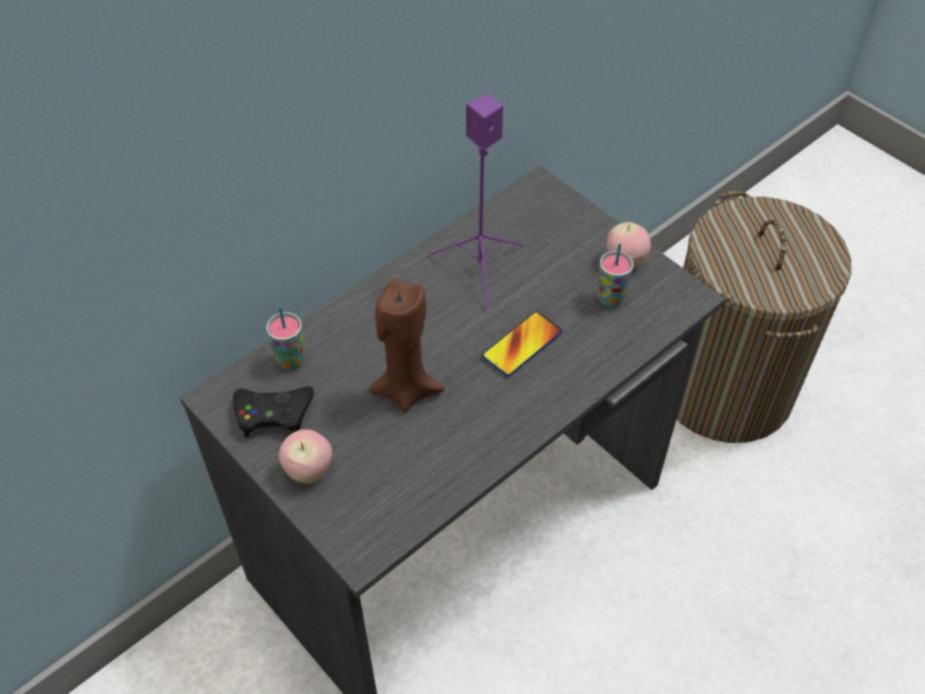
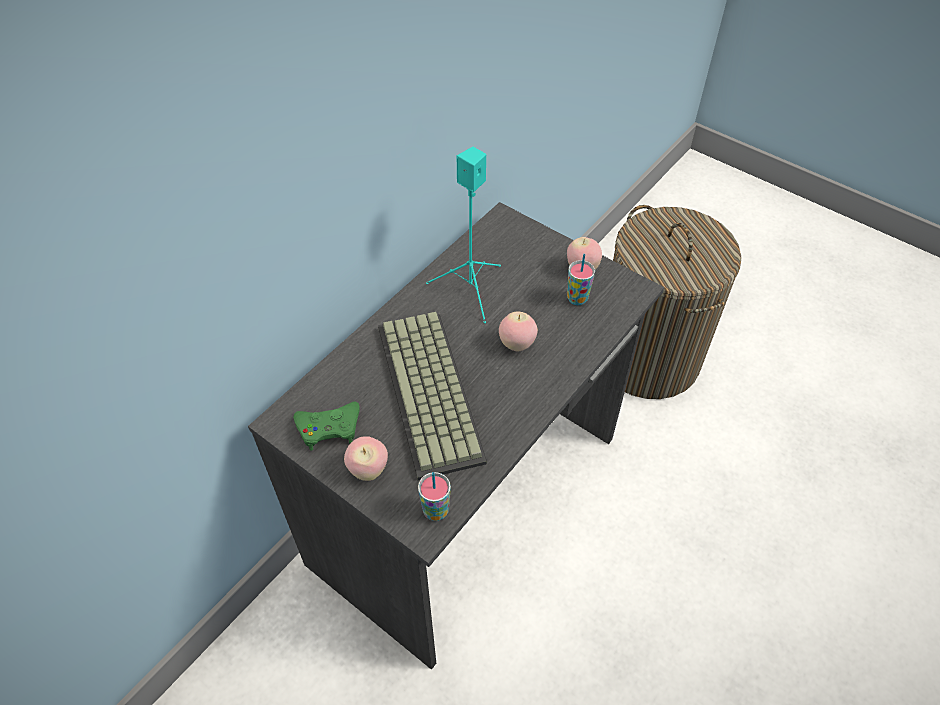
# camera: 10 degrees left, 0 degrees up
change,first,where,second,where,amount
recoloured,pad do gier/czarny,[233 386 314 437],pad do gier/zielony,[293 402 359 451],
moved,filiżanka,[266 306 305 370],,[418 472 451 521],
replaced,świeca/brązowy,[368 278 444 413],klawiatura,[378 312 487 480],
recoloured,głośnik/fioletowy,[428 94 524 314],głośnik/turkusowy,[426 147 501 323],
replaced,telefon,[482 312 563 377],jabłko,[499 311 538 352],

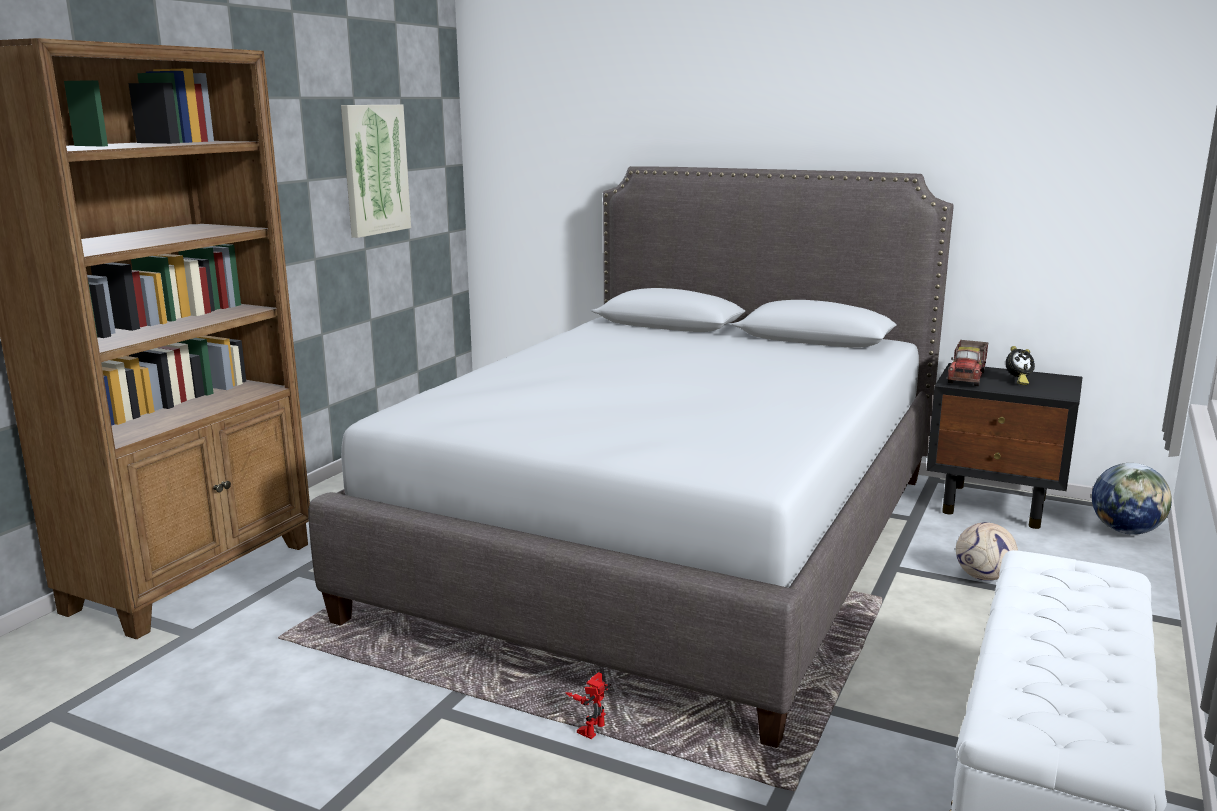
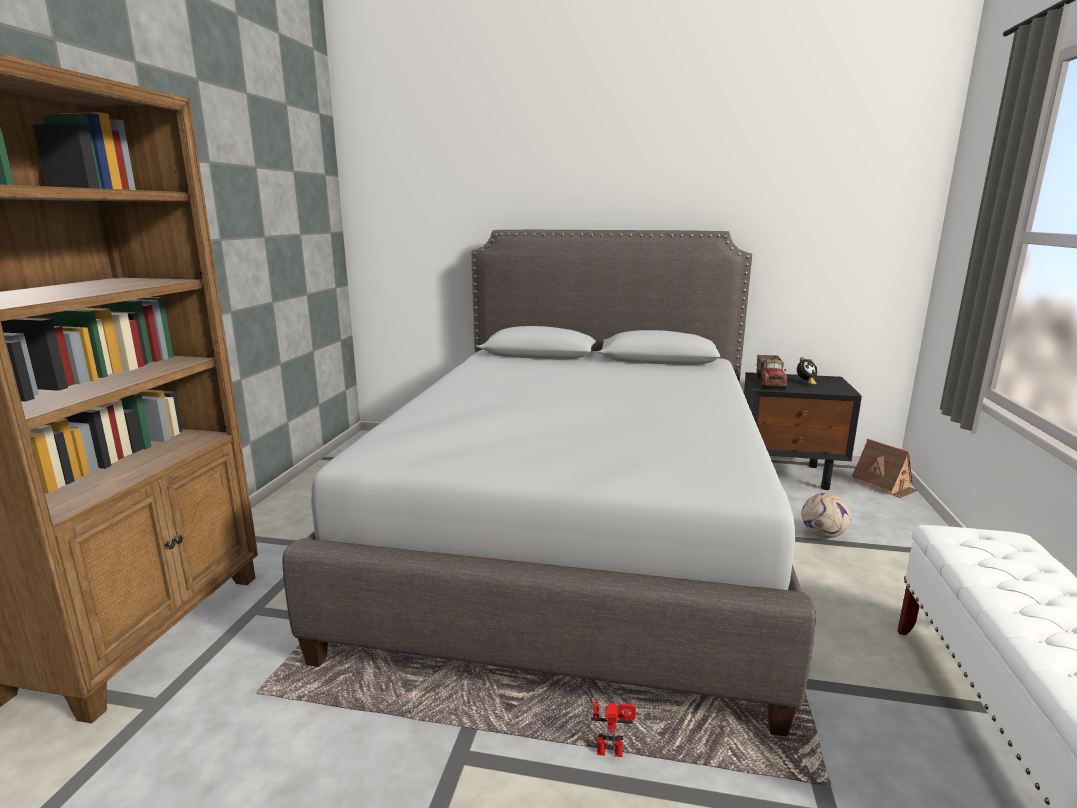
# camera: 15 degrees left, 0 degrees up
change,first,where,second,where,amount
removed,obraz,[341 105 411 238],,,
turned,robot zabawkowy,[565 672 611 739],,[591 699 636 757],75 degrees clockwise
replaced,globus,[1092 463 1172 535],domek,[852 439 918 498],

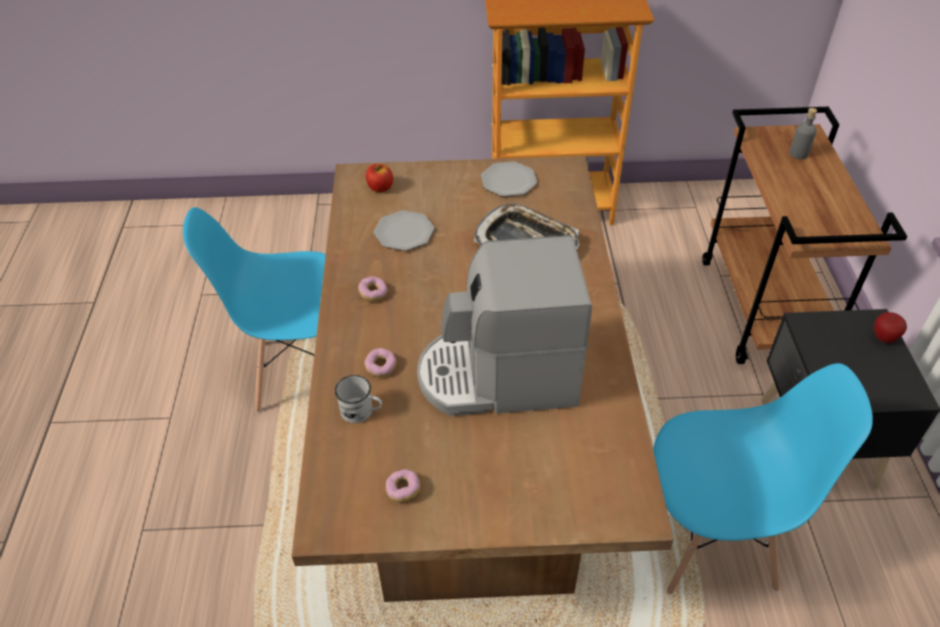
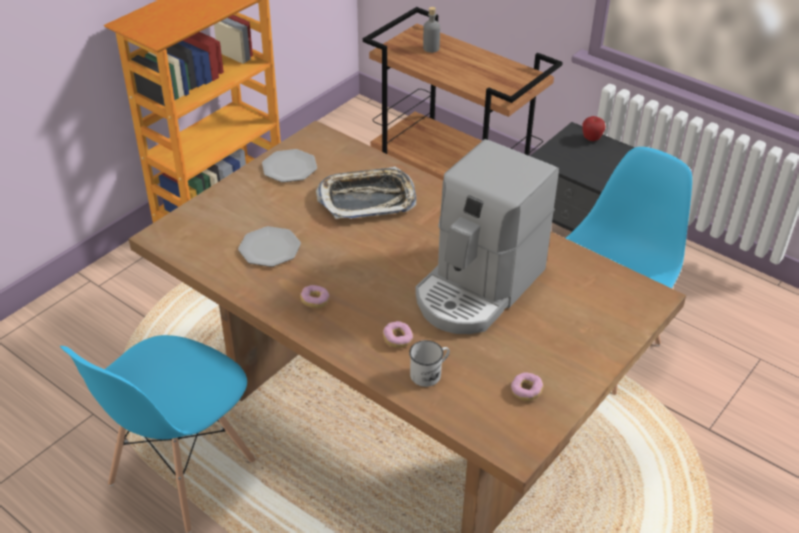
# camera: 50 degrees left, 5 degrees down
change,first,where,second,where,amount
removed,jabłko,[366 164 393 192],,,

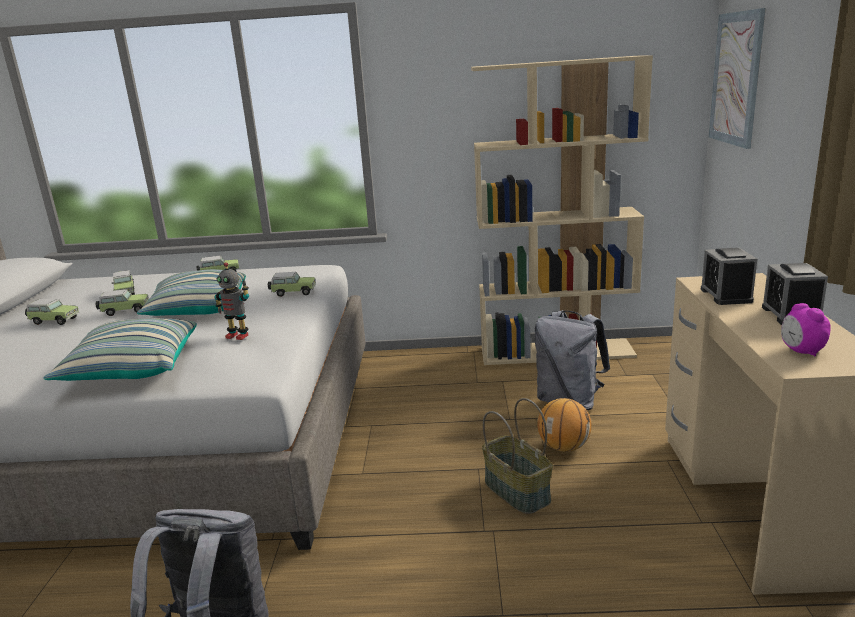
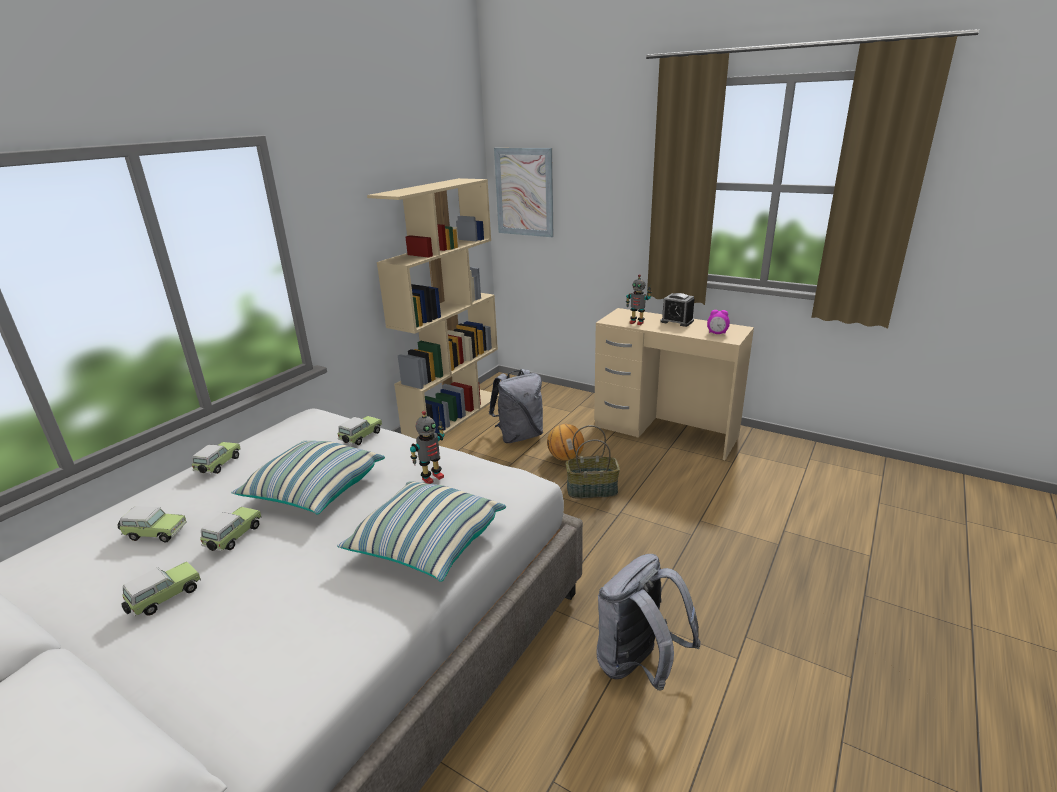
# camera: 60 degrees left, 5 degrees up
change,first,where,second,where,amount
replaced,budzik,[701 248 757 305],robot zabawkowy,[626 274 651 325],

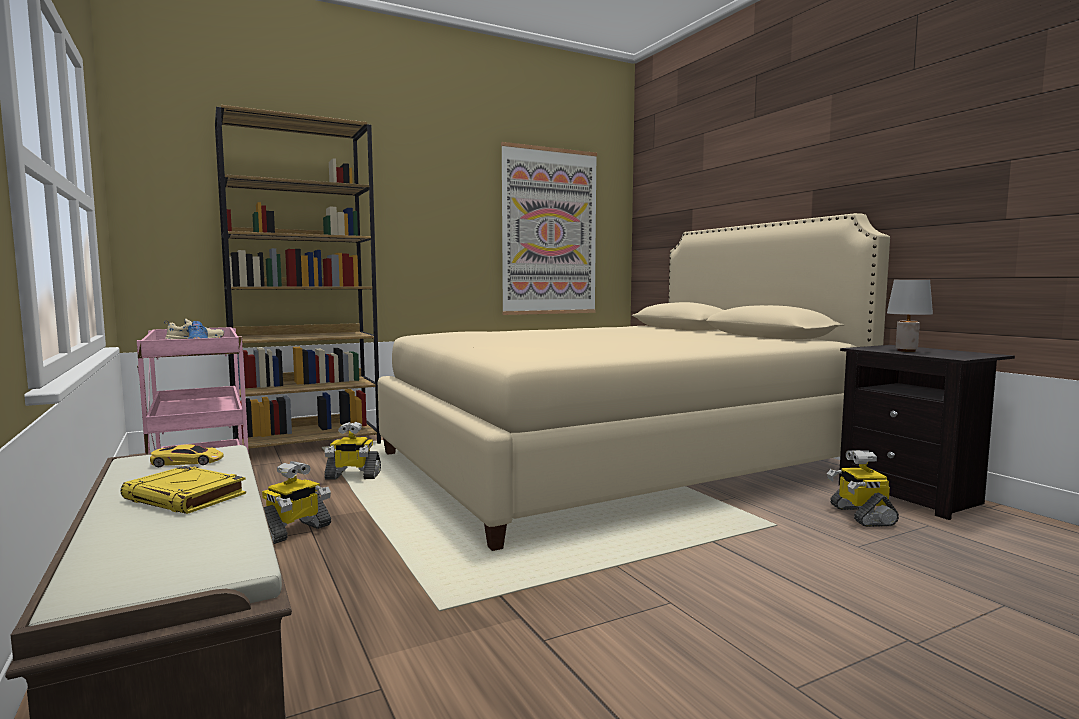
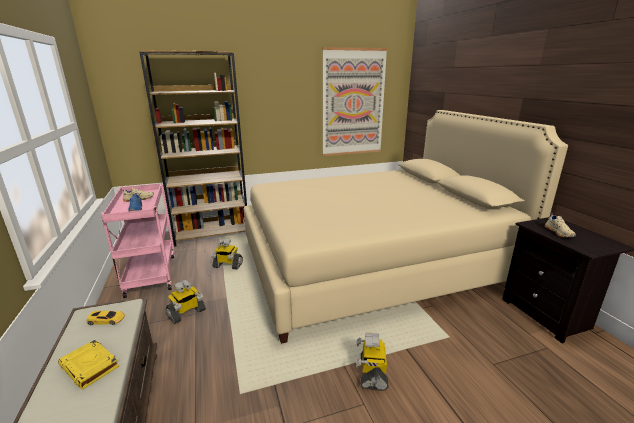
# camera: 10 degrees right, 15 degrees up
change,first,where,second,where,amount
moved,robot zabawkowy,[827 450 899 527],,[356 332 389 391],
replaced,lampa stołowa/szary,[887 280 933 352],but/beżowy,[545 213 576 237],

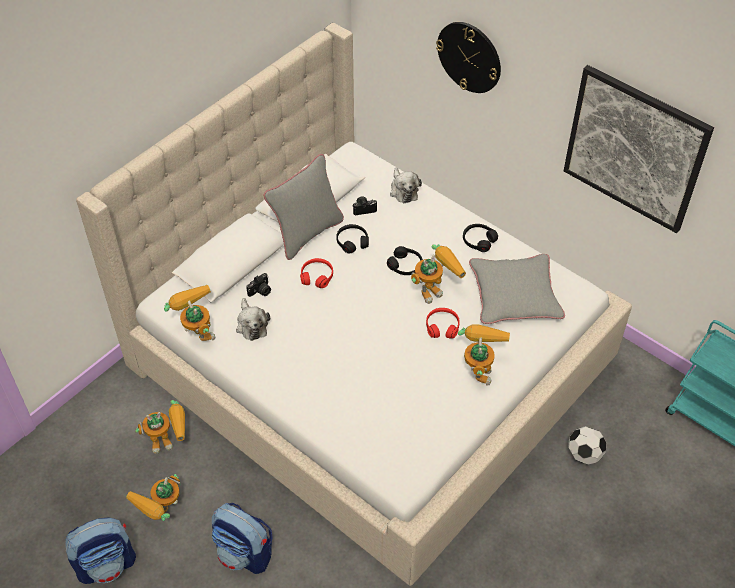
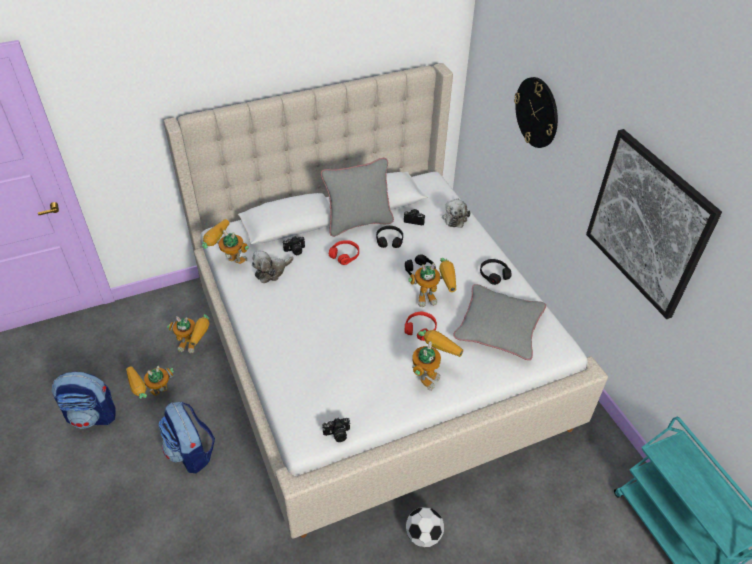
# camera: 25 degrees right, 5 degrees down
change,first,where,second,where,amount
turned,robot zabawkowy,[164 285 215 341],,[202 219 249 264],60 degrees counterclockwise
turned,pluszak,[236 298 270 341],,[252 250 294 283],45 degrees clockwise
moved,piłka futbolowa,[568 426 607 464],,[406 507 444 547],
added,,,aparat fotograficzny,[322 418 351 442],

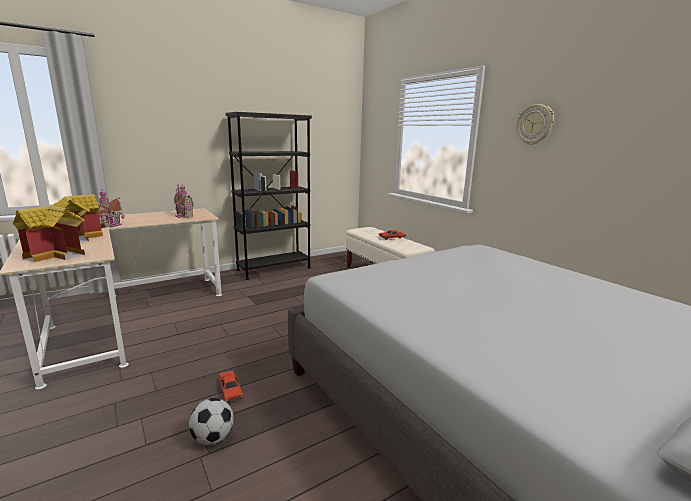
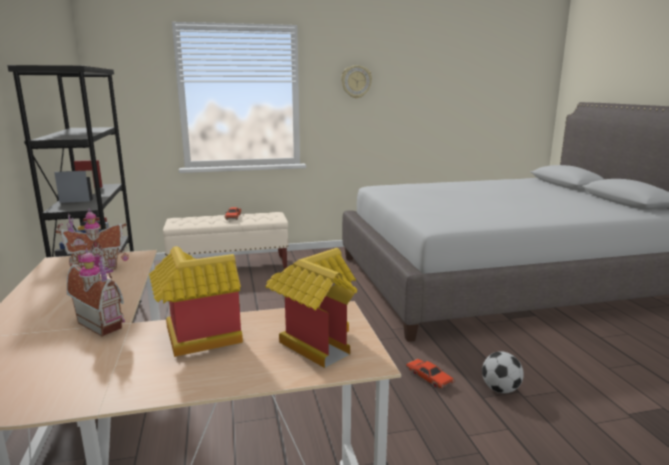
# camera: 70 degrees left, 0 degrees up
change,first,where,second,where,amount
turned,samochodzik/czerwony,[218 371 244 402],,[406 359 455 389],60 degrees clockwise

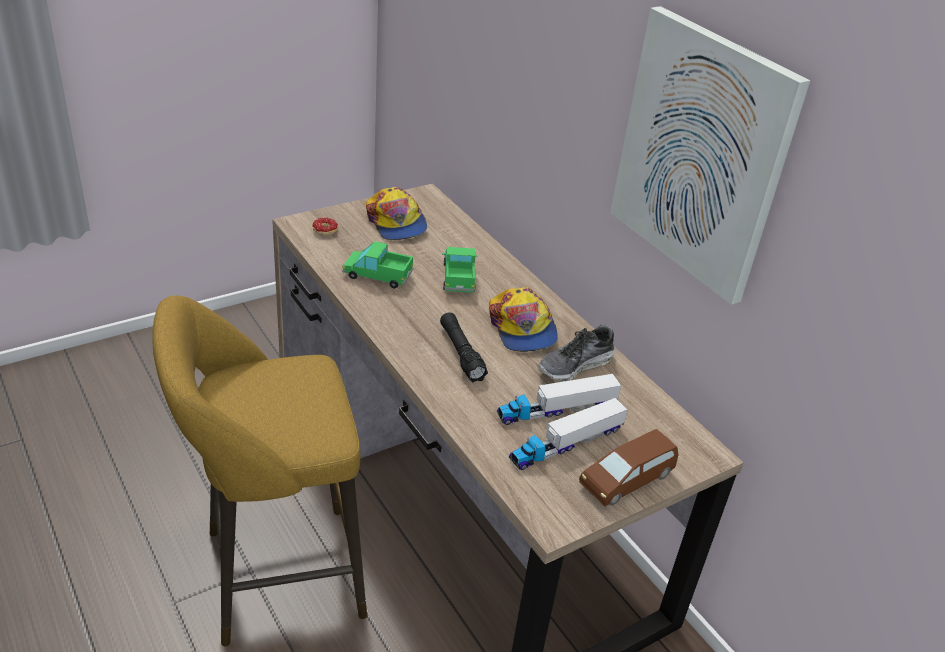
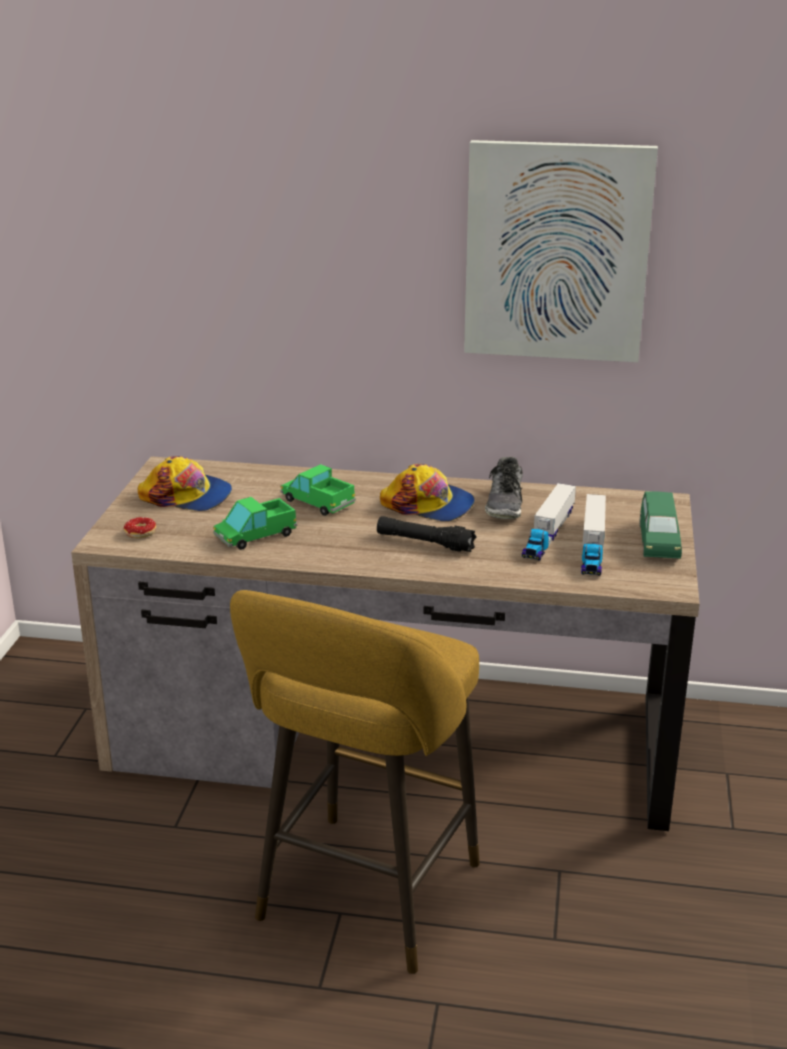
# camera: 45 degrees left, 10 degrees down
change,first,where,second,where,amount
recoloured,samochodzik/brązowy,[579 429 679 507],samochodzik/zielony,[639 491 682 559],

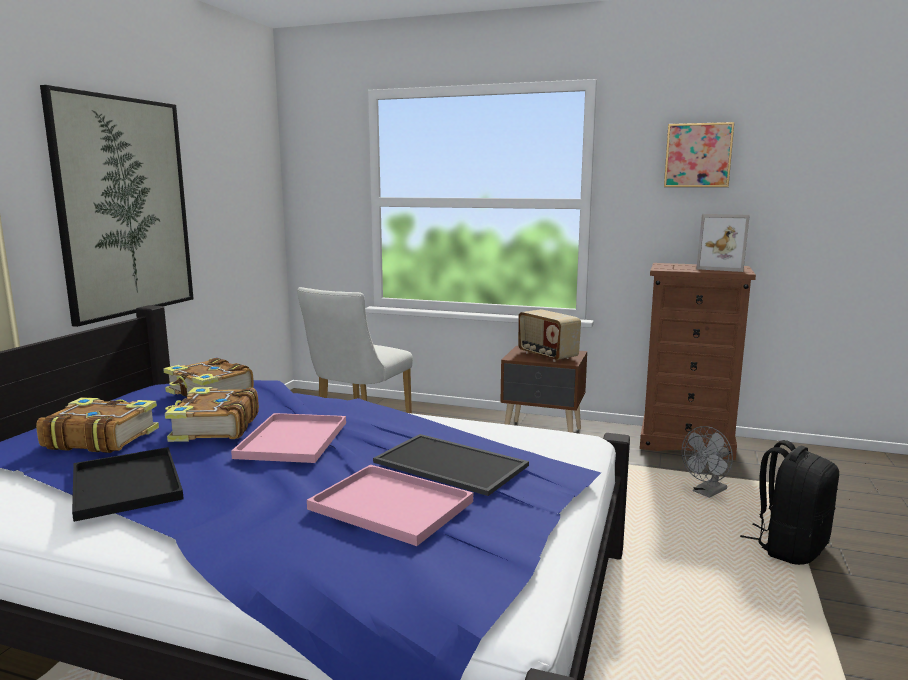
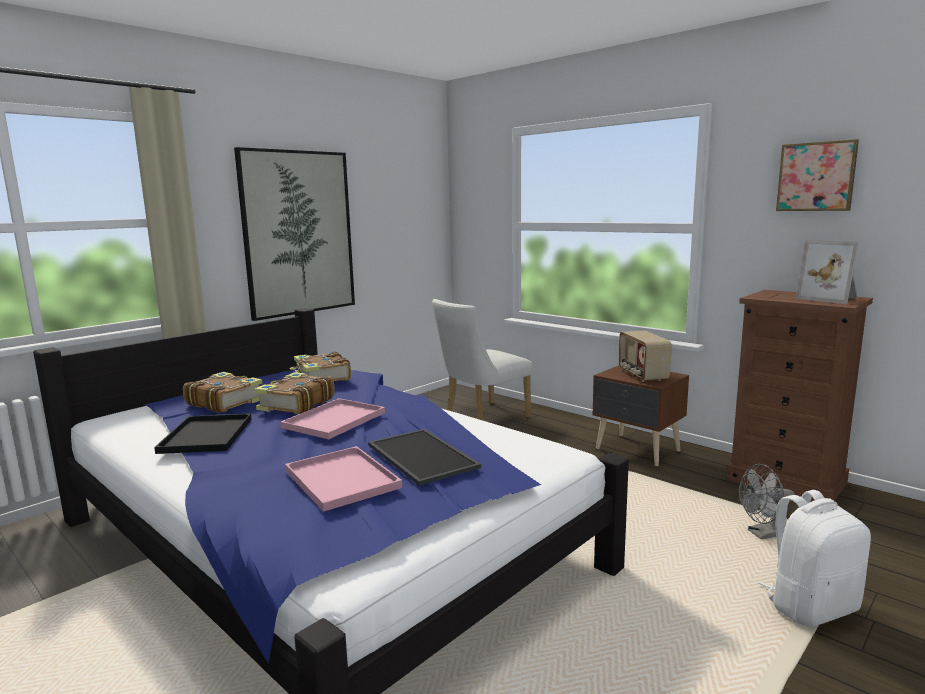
# camera: 25 degrees right, 0 degrees up
change,first,where,second,where,amount
recoloured,plecak/czarny,[740 440 839 565],plecak/biały,[759 490 871 626],

